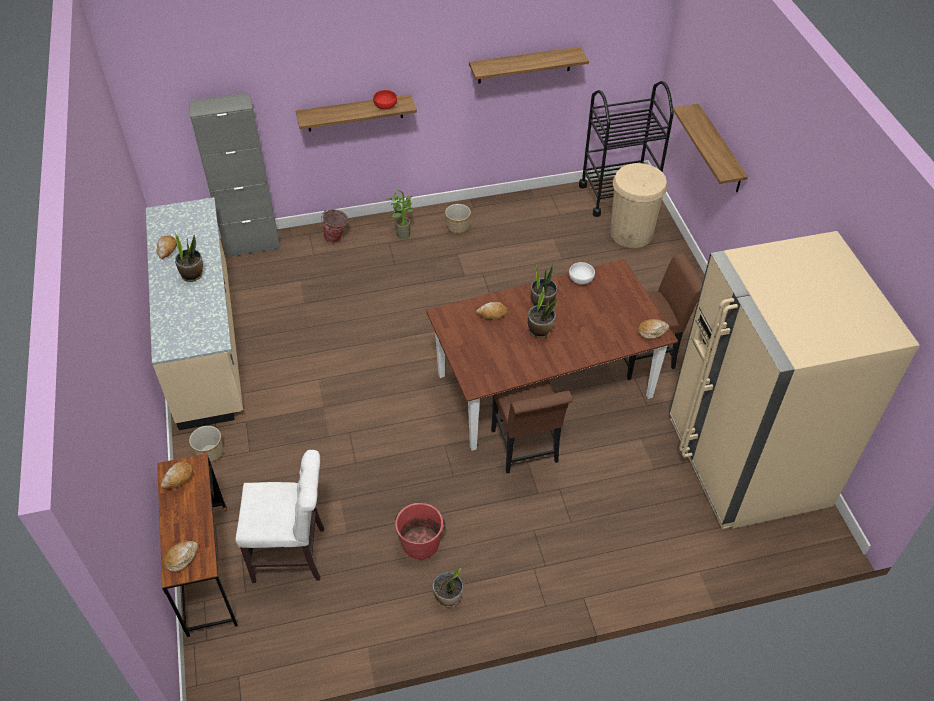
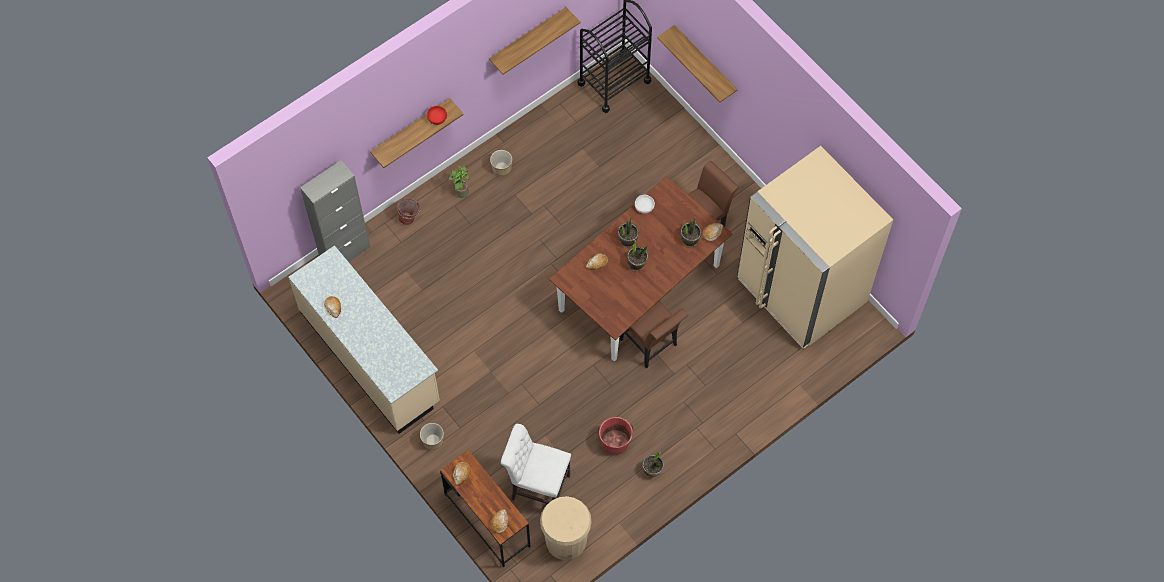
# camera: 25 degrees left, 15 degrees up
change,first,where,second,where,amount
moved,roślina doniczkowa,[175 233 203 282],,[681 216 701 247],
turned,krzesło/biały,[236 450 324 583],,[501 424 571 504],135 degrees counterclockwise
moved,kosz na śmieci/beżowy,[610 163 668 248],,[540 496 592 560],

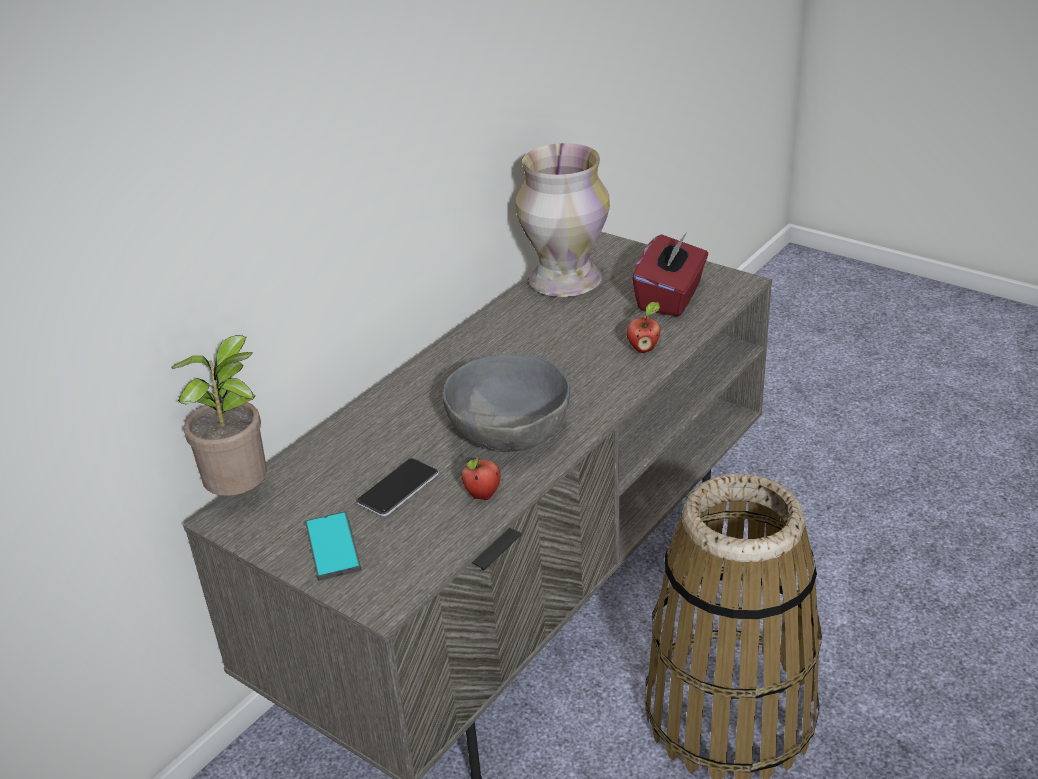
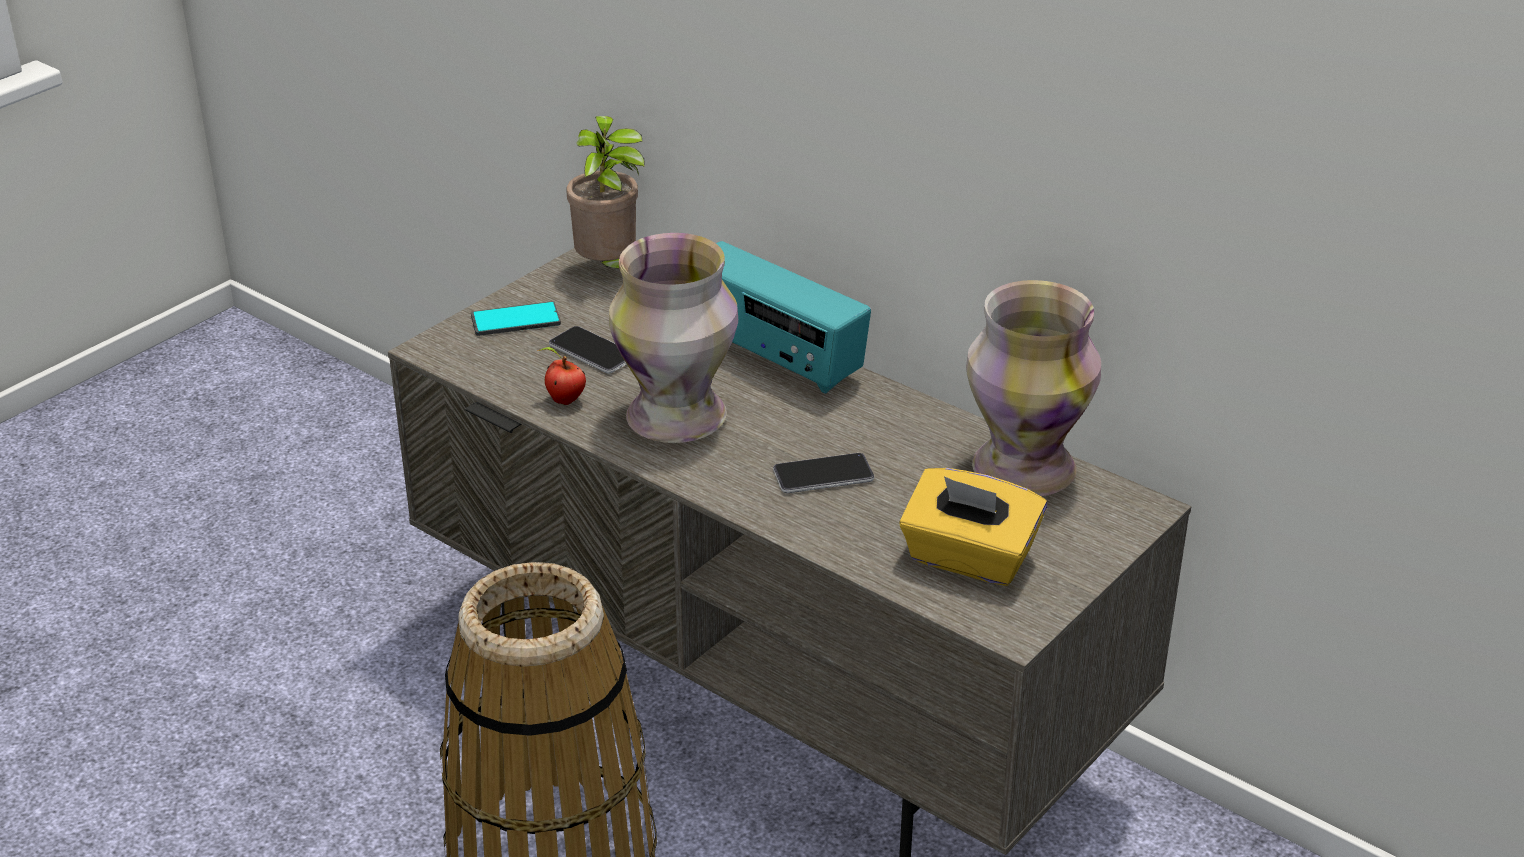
# camera: 90 degrees right, 0 degrees up
change,first,where,second,where,amount
replaced,miska/szary,[443 354 570 452],wazon,[609 233 738 443],
removed,jabłko,[626 302 661 353],,,
recoloured,pudełko chusteczek/czerwony,[632 231 708 317],pudełko chusteczek/żółty,[899 468 1047 586],
added,,,radio,[716 241 871 394],
added,,,telefon,[773 453 874 493],

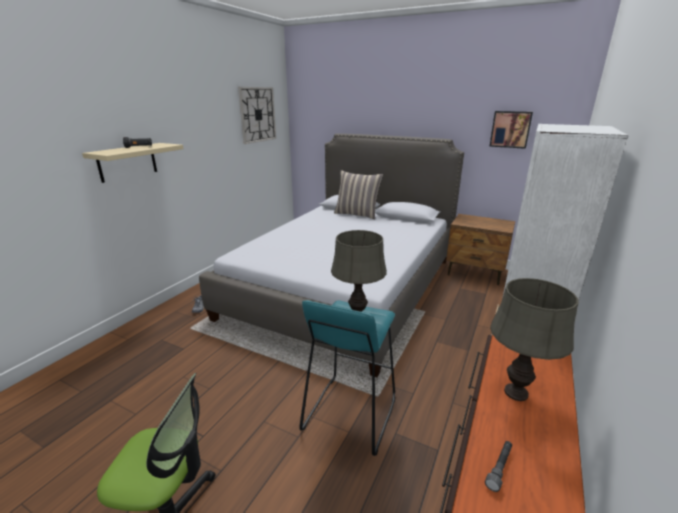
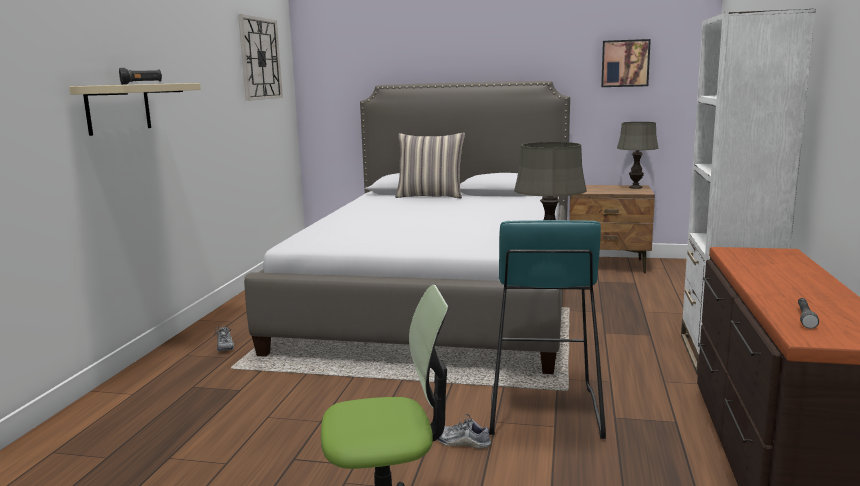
# camera: 15 degrees left, 10 degrees down
change,first,where,second,where,amount
moved,lampa stołowa/szary,[490 278 578 401],,[617 122 659 189],
added,,,but,[437 414 491 449],

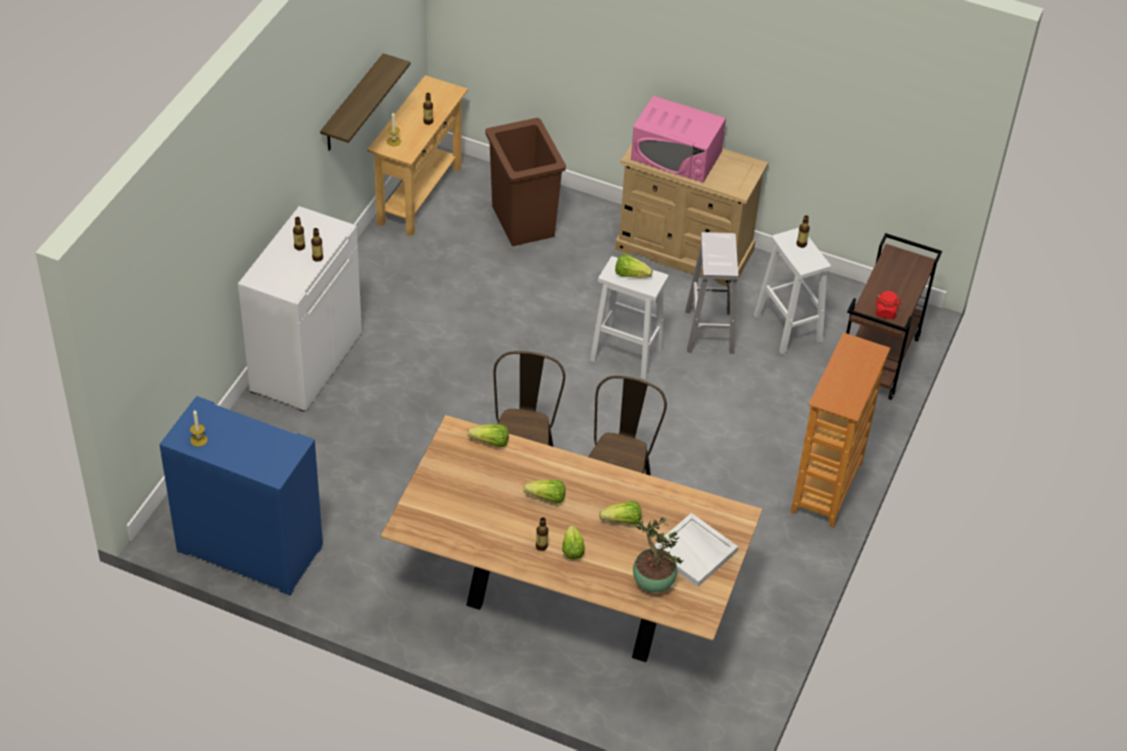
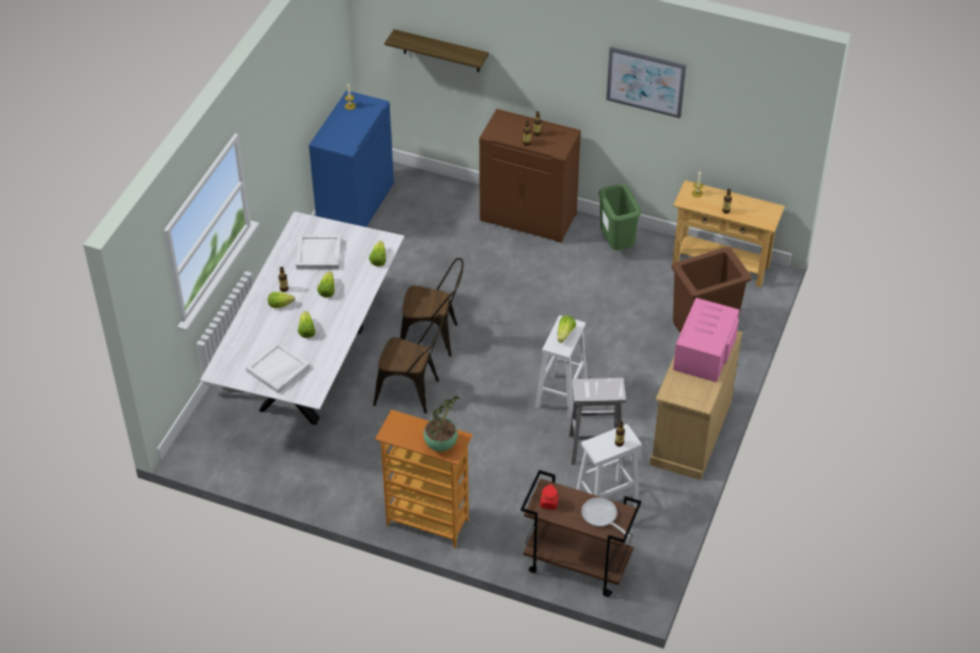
# camera: 90 degrees right, 0 degrees up
change,first,where,second,where,amount
recoloured,szafka/biały,[238 206 362 412],szafka/brązowy,[479 109 581 243],
moved,półka,[320 53 410 151],,[385 29 489 72],
recoloured,stół jadalny/brązowy,[380 415 763 662],stół jadalny/biały,[200 211 404 425],
moved,roślina doniczkowa,[633 517 684 593],,[424 396 460 452],
added,,,taca/biały,[296 235 341 269],
added,,,patelnia,[582 497 630 537],
added,,,kosz na śmieci/zielony,[598 184 641 250],
added,,,obraz,[606 47 686 118],

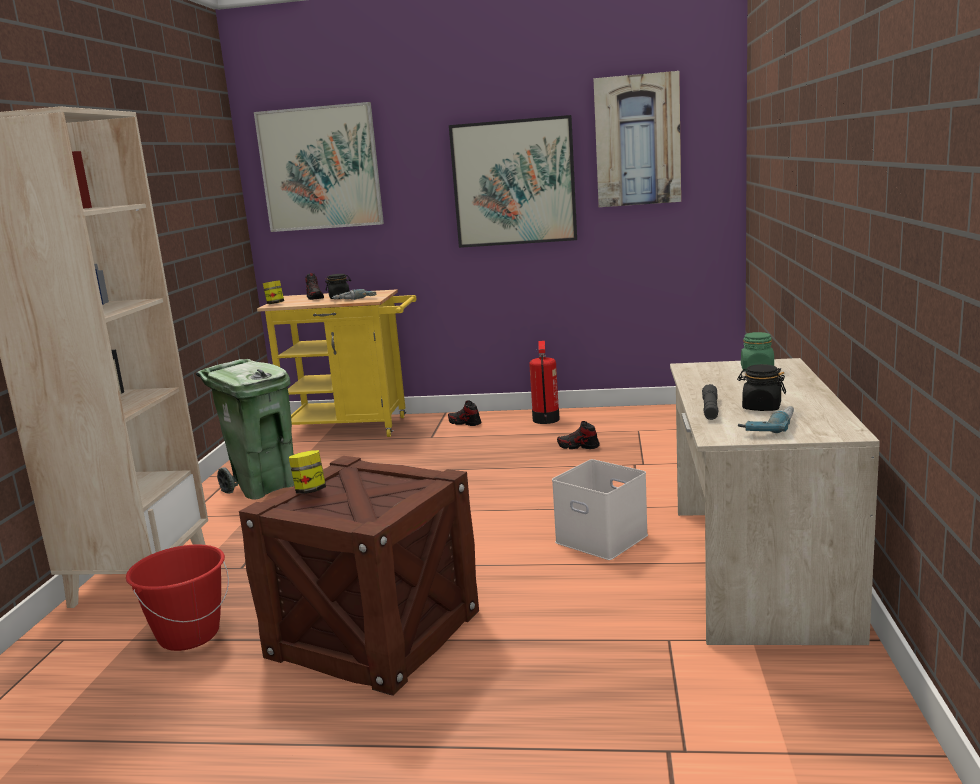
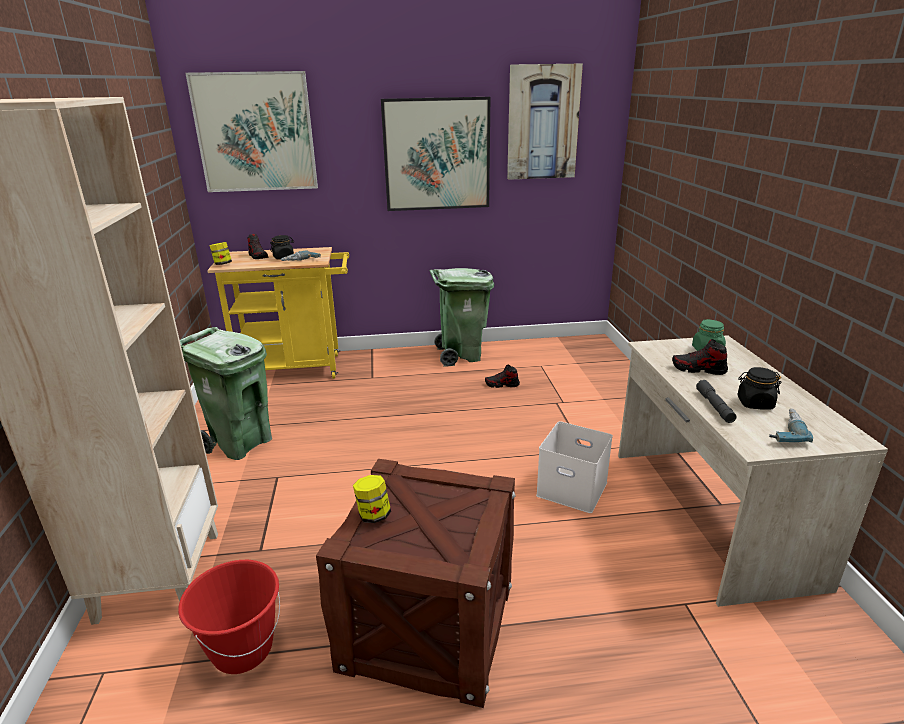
# camera: 15 degrees left, 10 degrees up
change,first,where,second,where,amount
moved,but,[448 401 481 426],,[672 339 728 375],
replaced,gaśnica,[529 341 560 424],kosz na śmieci/zielony,[430 268 494 366],

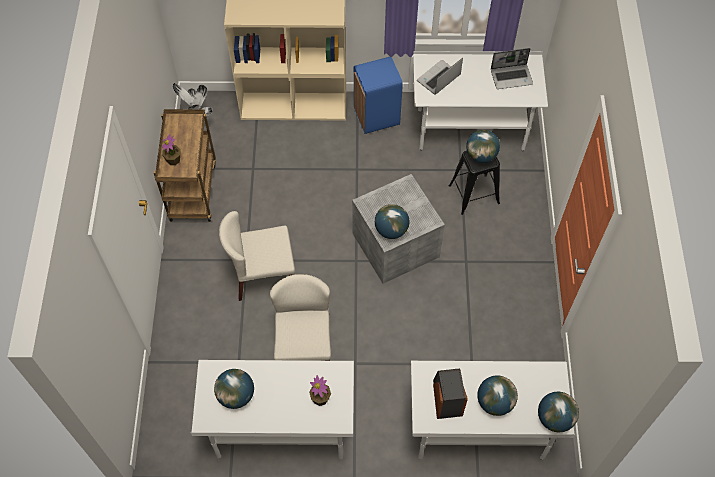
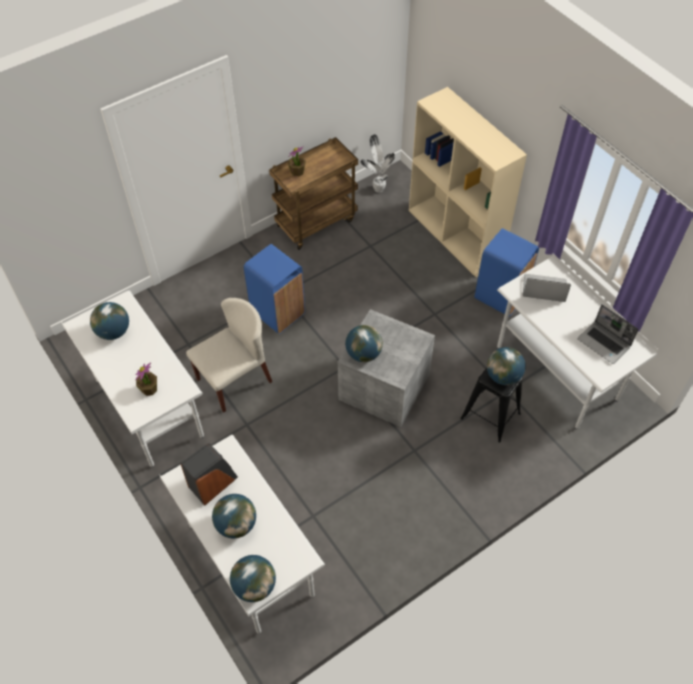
# camera: 55 degrees right, 5 degrees down
change,first,where,second,where,amount
replaced,krzesło/beżowy,[219 211 295 301],kosz na śmieci/niebieski,[244 244 305 334],

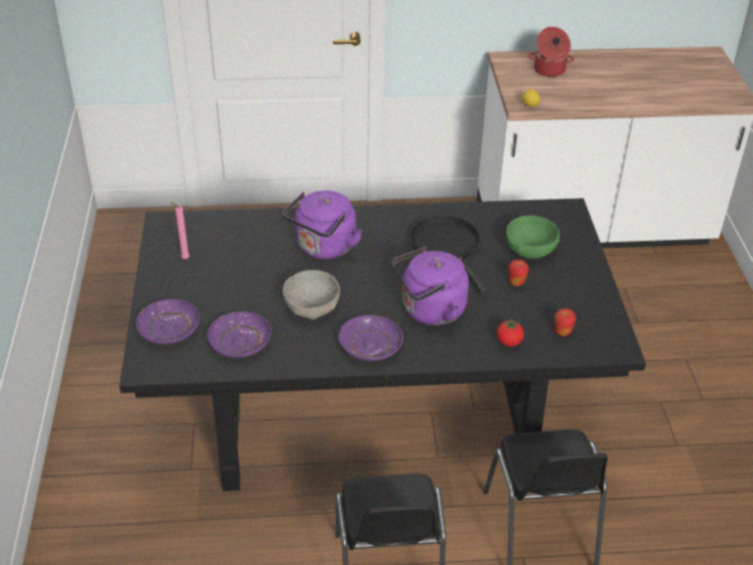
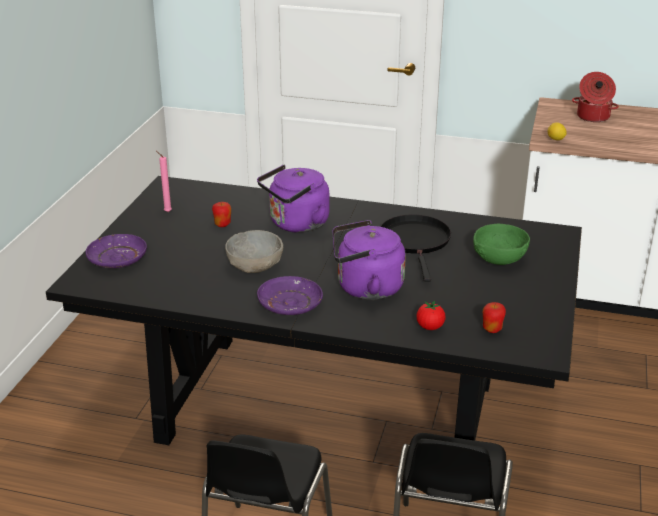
# camera: 20 degrees right, 10 degrees down
change,first,where,second,where,amount
removed,talerz/fioletowy,[207 311 271 358],,,
moved,jabłko,[508 260 529 286],,[212 202 231 227],

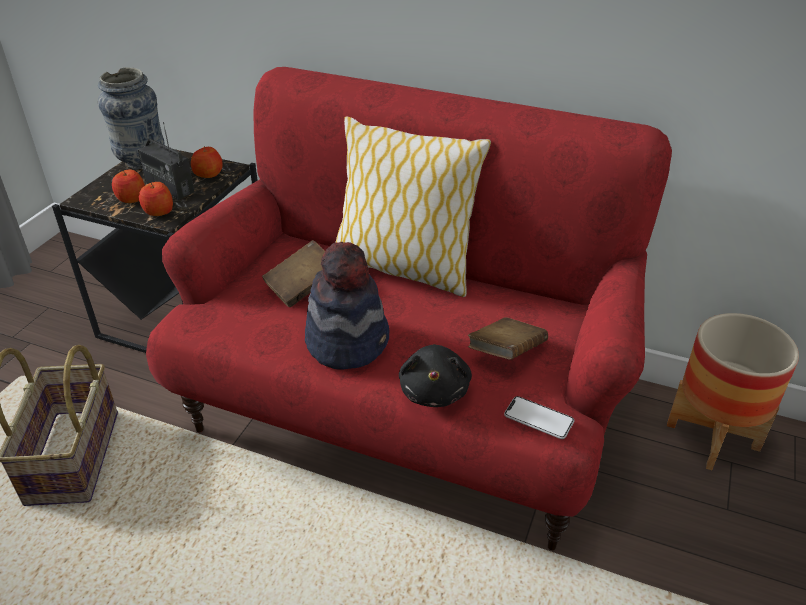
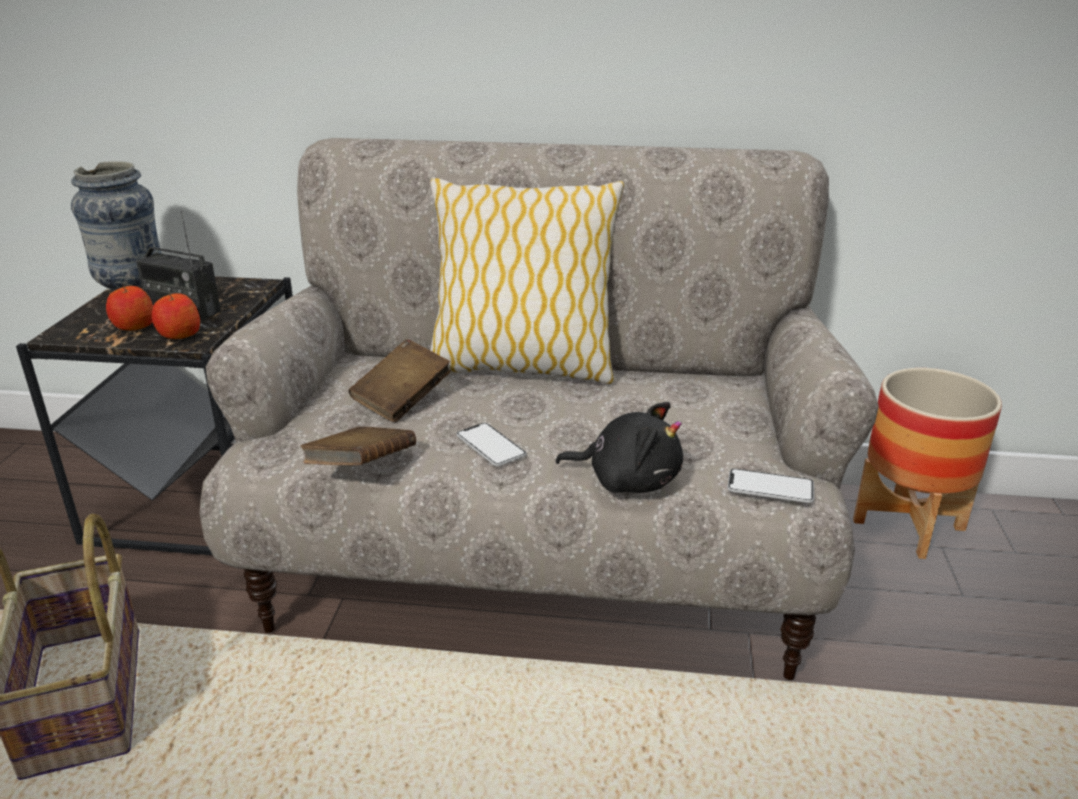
# camera: 15 degrees left, 10 degrees down
change,first,where,second,where,amount
recoloured,kanapa/czerwony,[146 67 672 550],kanapa/beżowy,[200 138 879 680],
removed,jabłko,[191 146 223 178],,,
replaced,kapelusz,[305 242 389 370],telefon,[456 423 527 467],
turned,pluszak/czarny,[399 344 472 407],,[555 402 683 493],60 degrees counterclockwise
moved,książka/brązowy,[468 317 548 360],,[300 426 416 466],

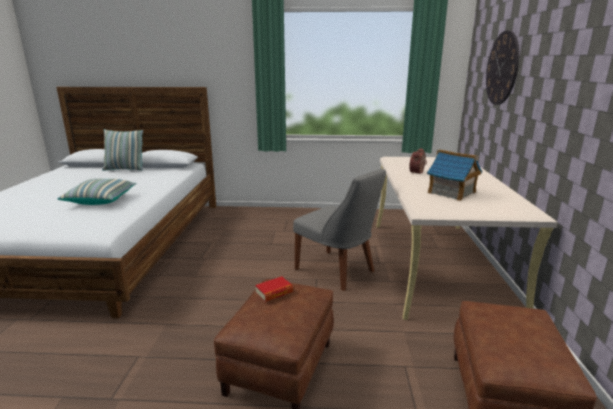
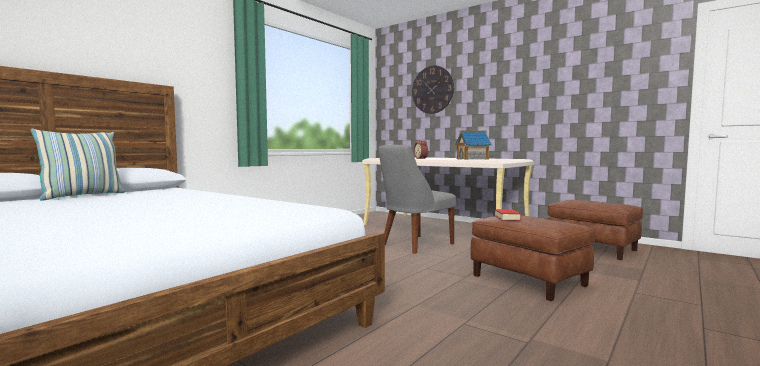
# camera: 55 degrees left, 15 degrees down
change,first,where,second,where,amount
removed,poduszka,[58 179 137 205],,,
turned,krzesło/szary,[293 169 386 291],,[379 145 456 254],150 degrees clockwise

